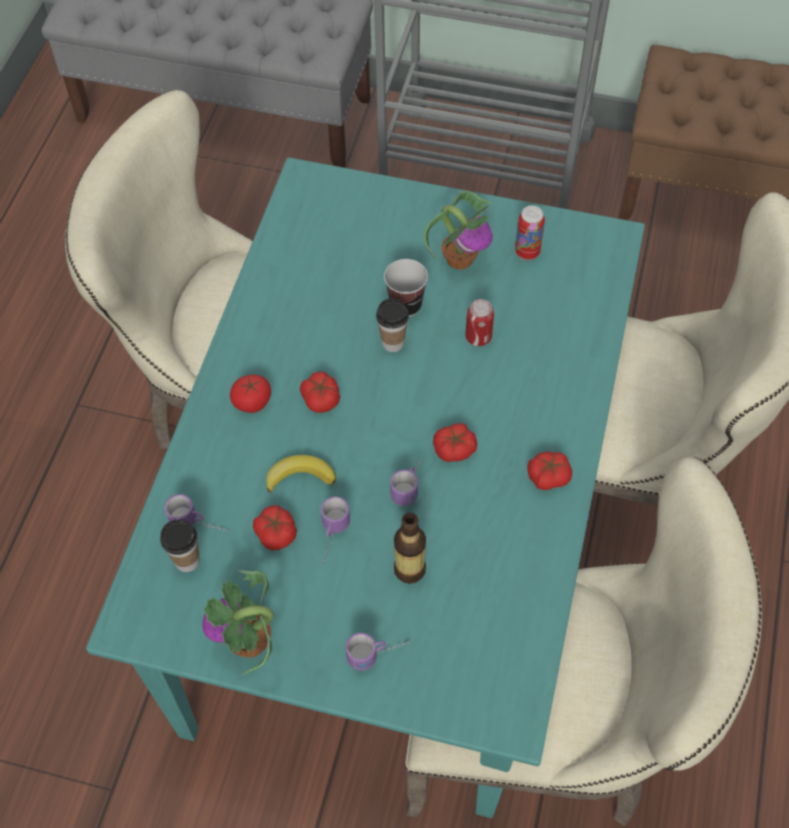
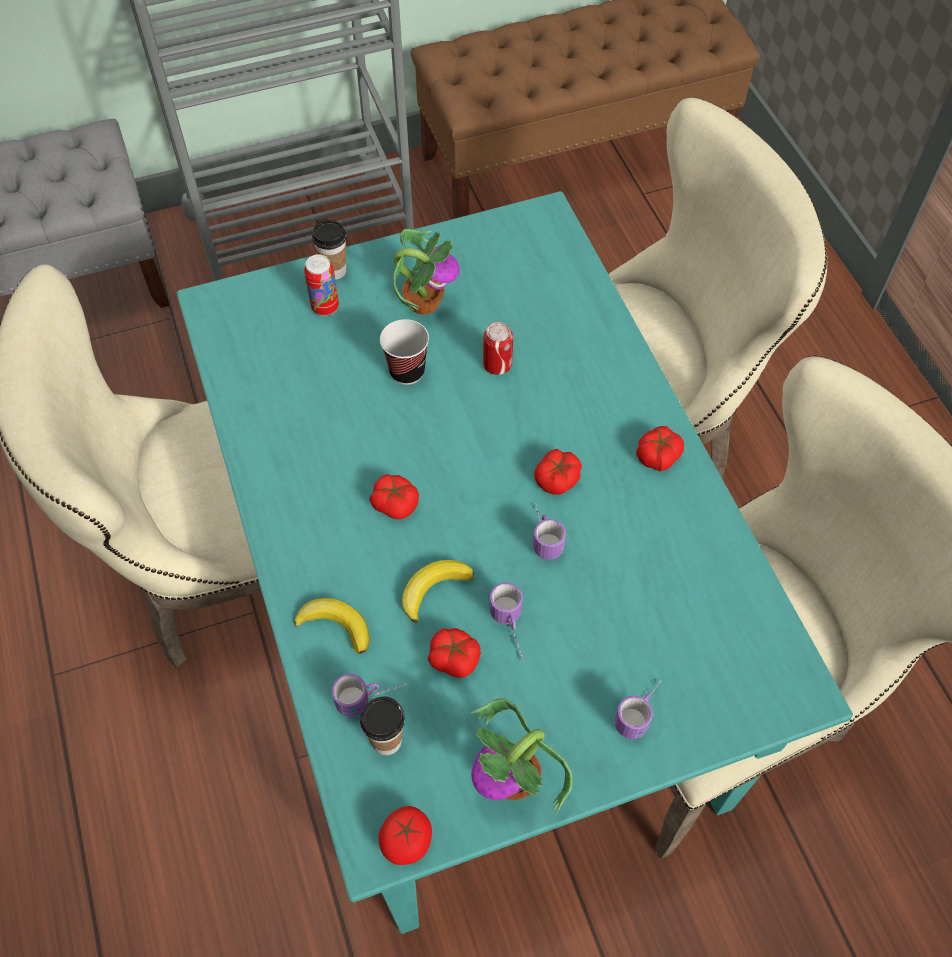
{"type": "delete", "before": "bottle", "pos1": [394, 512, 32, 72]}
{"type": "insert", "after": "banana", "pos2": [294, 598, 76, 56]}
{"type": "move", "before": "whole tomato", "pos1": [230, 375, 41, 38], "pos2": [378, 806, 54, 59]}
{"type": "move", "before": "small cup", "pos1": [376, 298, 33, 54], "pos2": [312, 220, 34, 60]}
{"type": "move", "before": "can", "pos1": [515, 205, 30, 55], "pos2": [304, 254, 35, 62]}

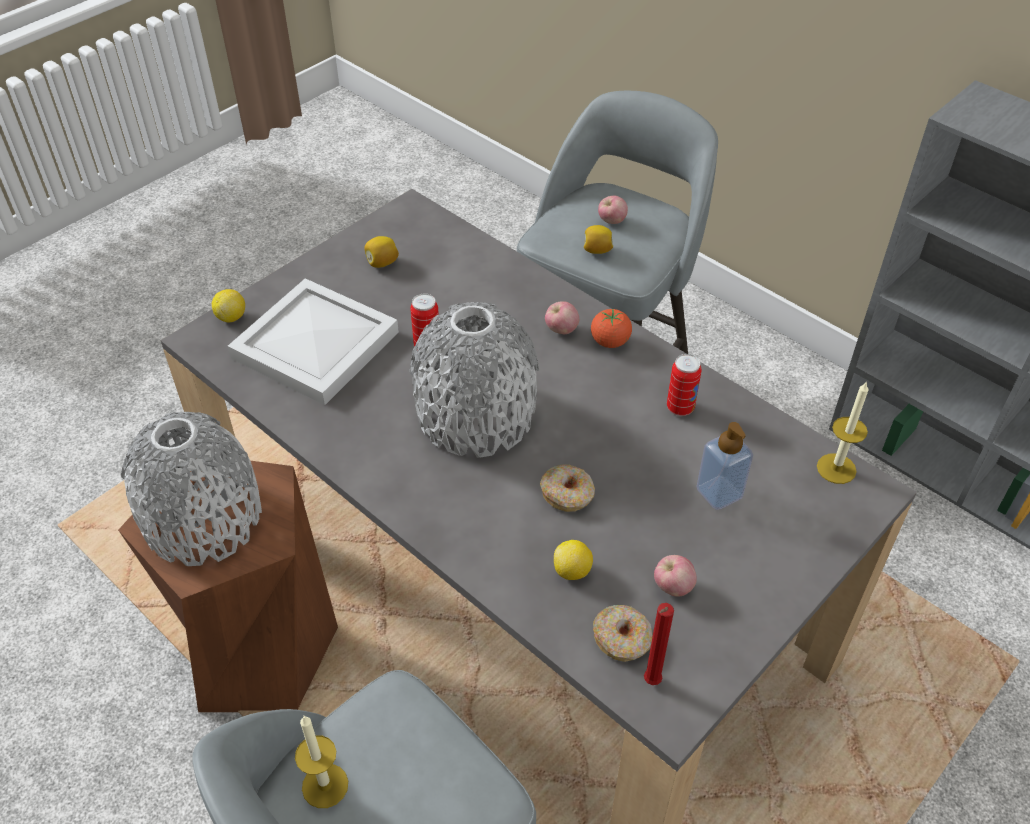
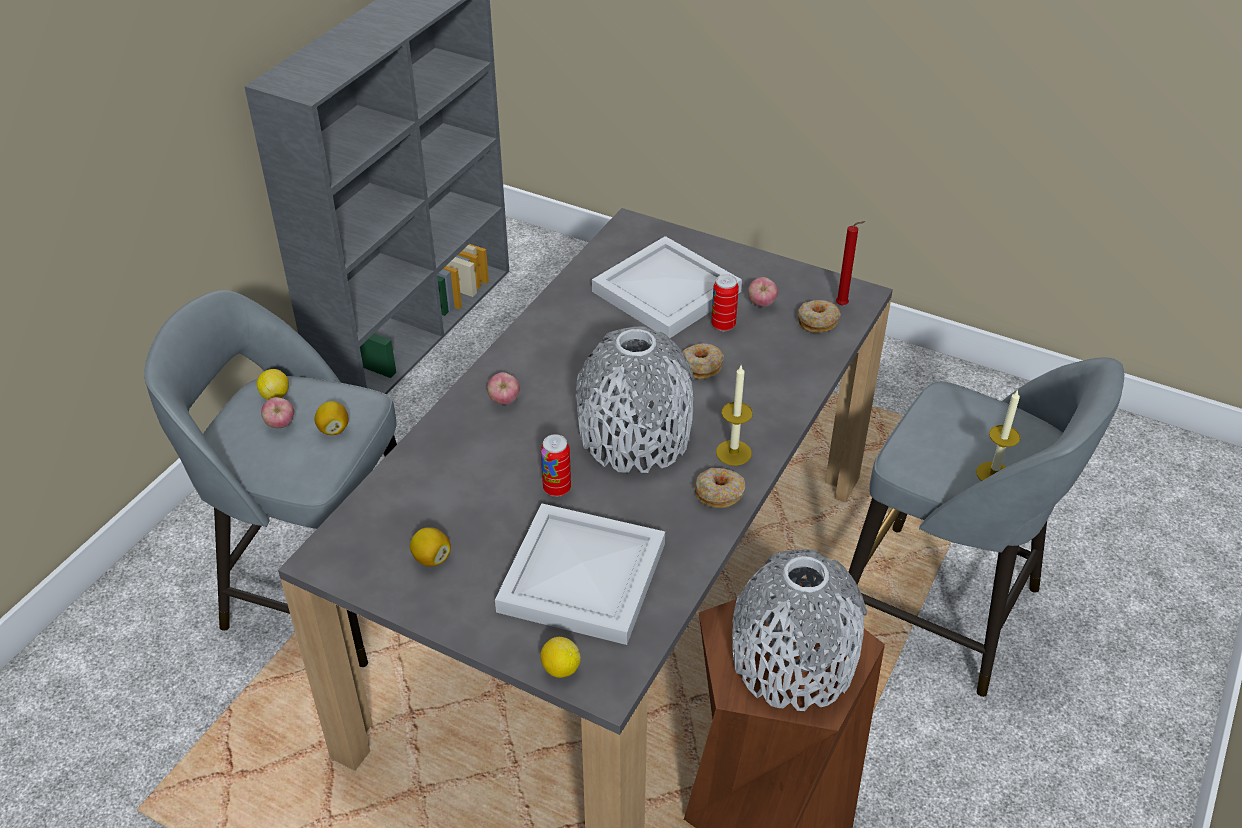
{"type": "delete", "before": "whole tomato", "pos1": [591, 309, 41, 39]}
{"type": "insert", "after": "doughnut", "pos2": [694, 468, 51, 40]}
{"type": "move", "before": "whole lemon", "pos1": [554, 540, 39, 40], "pos2": [257, 369, 32, 31]}
{"type": "move", "before": "can", "pos1": [667, 354, 35, 62], "pos2": [711, 274, 28, 57]}
{"type": "move", "before": "wax candle", "pos1": [817, 381, 52, 103], "pos2": [716, 366, 37, 100]}
{"type": "replace", "before": "soap bottle", "after": "whitish tray", "pos1": [696, 422, 57, 88], "pos2": [592, 236, 150, 102]}

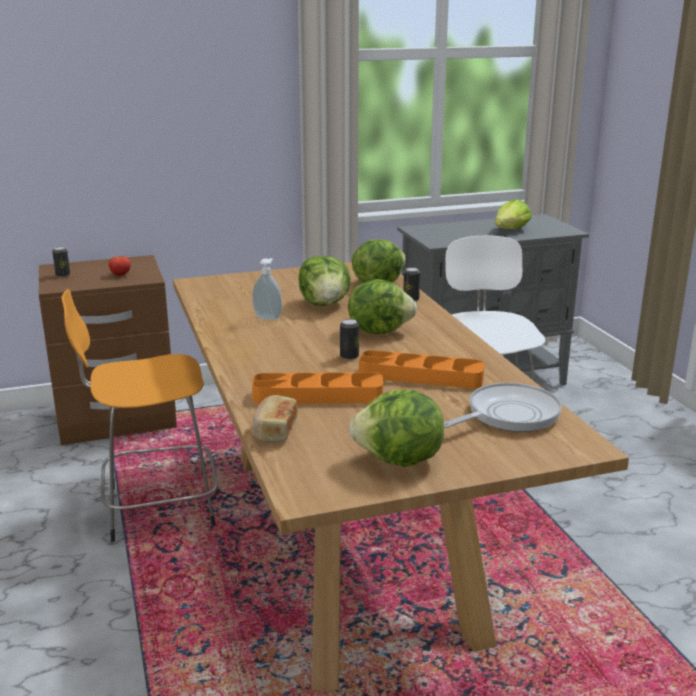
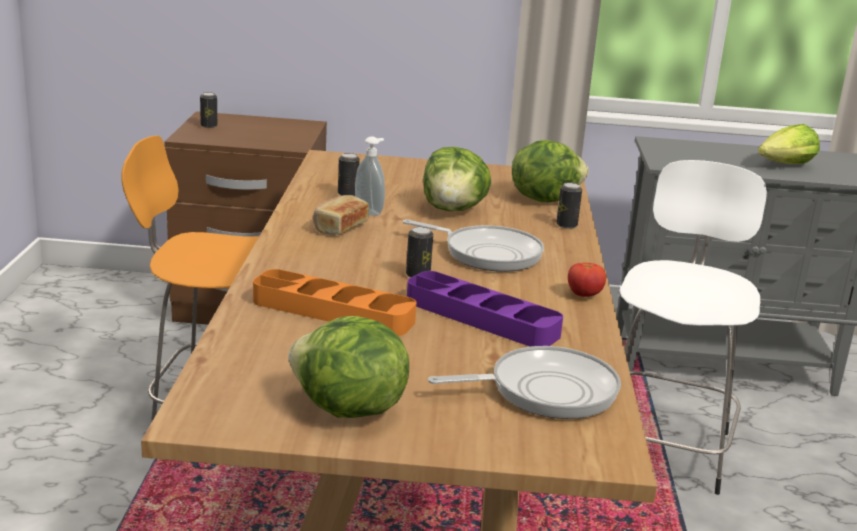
{"type": "insert", "after": "can", "pos2": [338, 153, 22, 43]}
{"type": "move", "before": "whole tomato", "pos1": [109, 256, 22, 20], "pos2": [568, 263, 38, 34]}
{"type": "move", "before": "bread", "pos1": [252, 395, 46, 48], "pos2": [313, 195, 56, 40]}
{"type": "replace", "before": "lettuce", "after": "pan", "pos1": [348, 279, 69, 55], "pos2": [403, 219, 141, 53]}
{"type": "recolor", "before": "orangey tray", "after": "purple-coloured tray", "pos1": [359, 350, 126, 39], "pos2": [407, 271, 156, 76]}

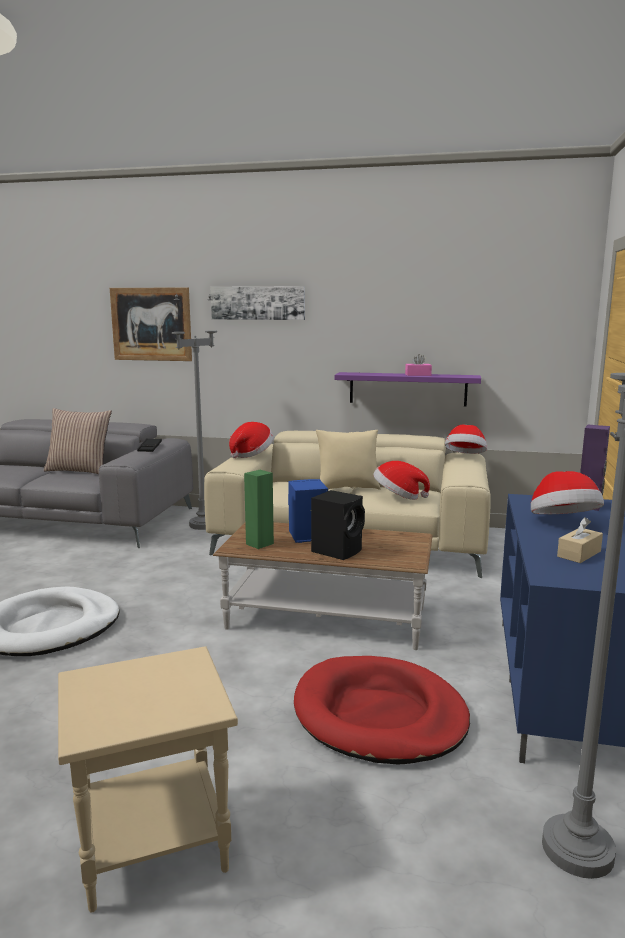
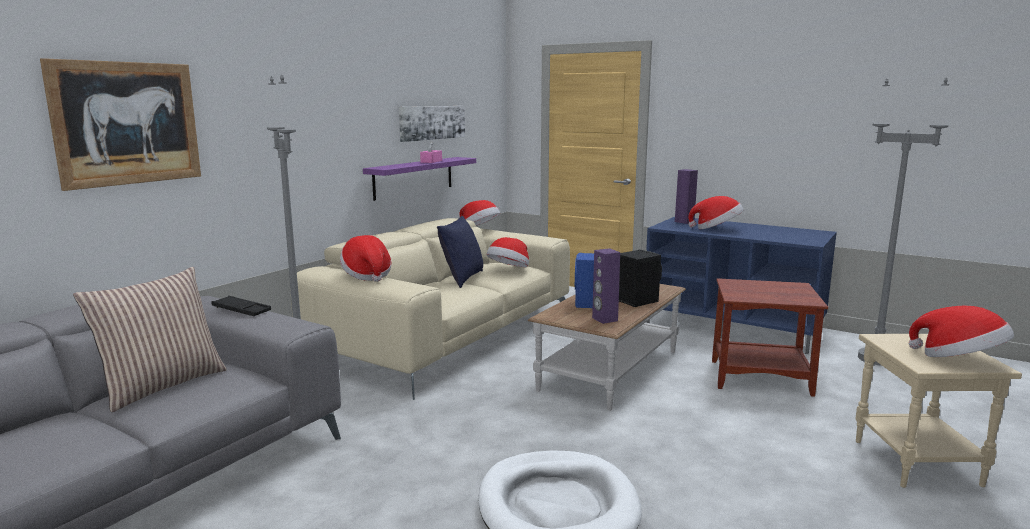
{"type": "delete", "before": "beige-coloured tissue box", "pos1": [557, 517, 46, 46]}
{"type": "insert", "after": "wearable hat", "pos2": [909, 306, 105, 51]}
{"type": "move", "before": "wall art", "pos1": [211, 286, 94, 34], "pos2": [399, 106, 66, 36]}
{"type": "replace", "before": "red-coloured dog bed", "after": "brown-coloured accent table", "pos1": [294, 656, 176, 108], "pos2": [712, 278, 116, 119]}
{"type": "recolor", "before": "green-coloured audio speaker", "after": "purple-coloured audio speaker", "pos1": [244, 470, 30, 79], "pos2": [592, 248, 28, 76]}
{"type": "recolor", "before": "beige-coloured throw pillow", "after": "blue throw pillow", "pos1": [316, 430, 65, 60], "pos2": [437, 216, 46, 72]}

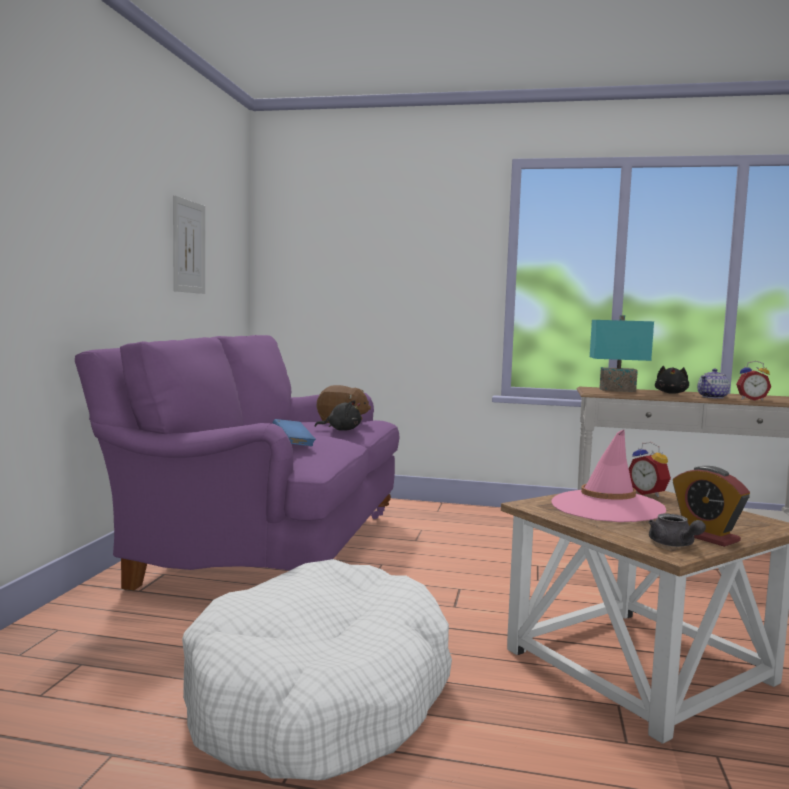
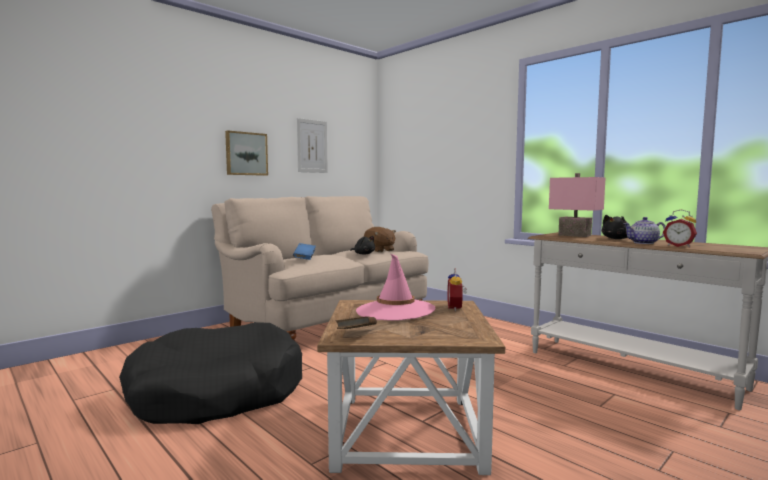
{"type": "delete", "before": "bedside clock", "pos1": [673, 466, 77, 81]}
{"type": "insert", "after": "wall art", "pos2": [225, 131, 43, 45]}
{"type": "replace", "before": "grey teapot", "after": "brown-coloured bound book", "pos1": [649, 513, 57, 34], "pos2": [336, 316, 41, 13]}
{"type": "recolor", "before": "purple-coloured settee", "after": "beige-coloured settee", "pos1": [75, 335, 325, 255], "pos2": [211, 196, 218, 145]}
{"type": "recolor", "before": "whitish dog bed", "after": "black dog bed", "pos1": [182, 559, 270, 221], "pos2": [119, 322, 183, 102]}
{"type": "recolor", "before": "turquoise-coloured table lamp", "after": "pink table lamp", "pos1": [590, 315, 64, 77], "pos2": [549, 173, 57, 64]}

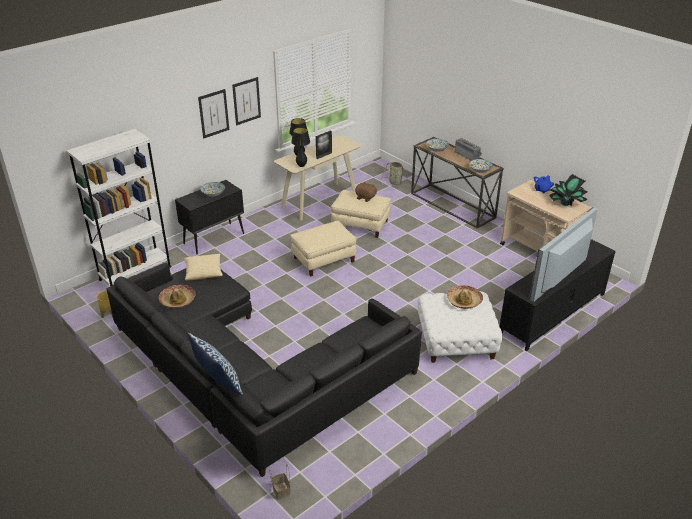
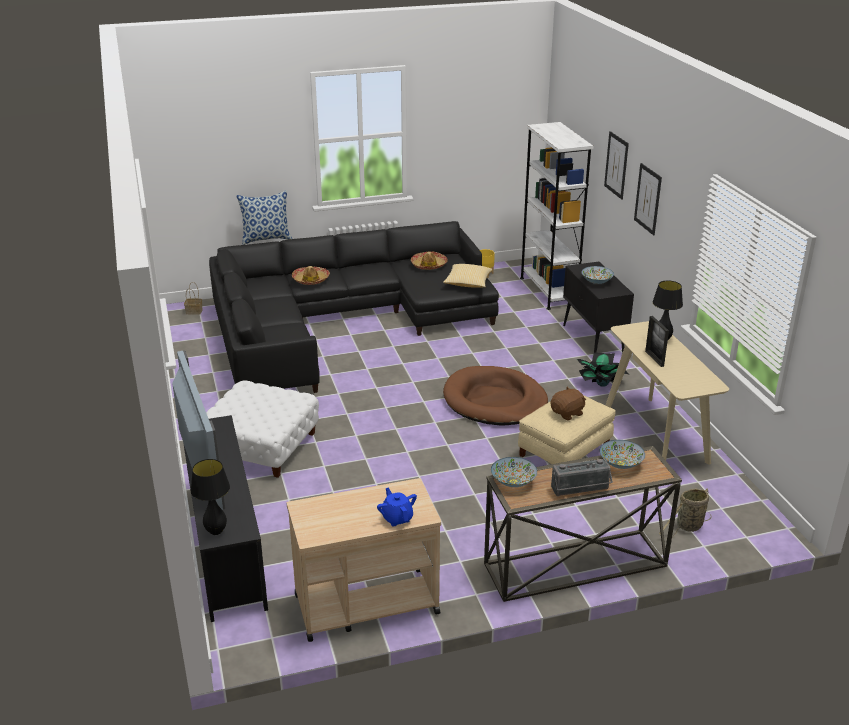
{"type": "move", "before": "wall art", "pos1": [232, 77, 29, 48], "pos2": [604, 131, 25, 69]}
{"type": "move", "before": "black table lamp", "pos1": [291, 127, 19, 40], "pos2": [191, 459, 39, 76]}
{"type": "move", "before": "wearable hat", "pos1": [447, 285, 36, 24], "pos2": [292, 266, 38, 19]}
{"type": "move", "before": "plant in a pot", "pos1": [549, 174, 39, 32], "pos2": [577, 352, 52, 35]}
{"type": "replace", "before": "beige-coloured pouffe", "after": "brown-coloured dog bed", "pos1": [290, 221, 66, 55], "pos2": [443, 366, 105, 60]}

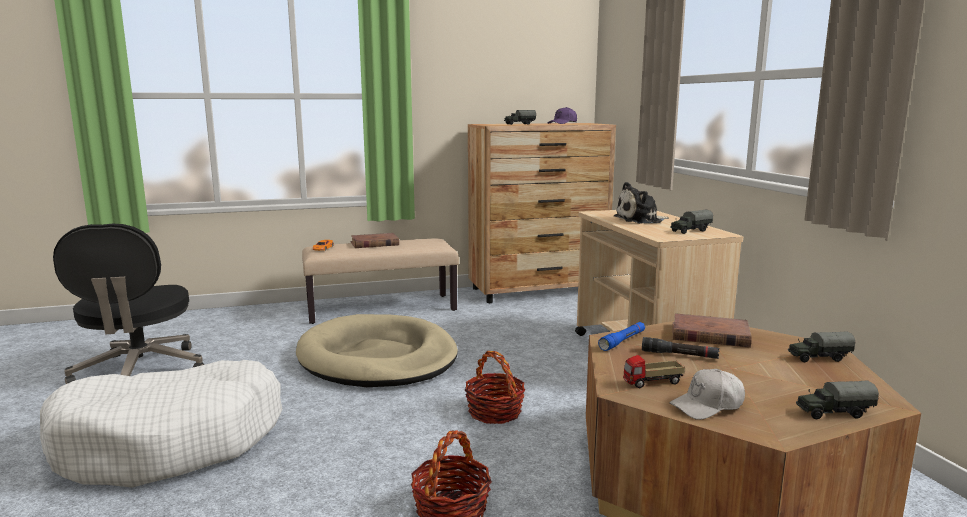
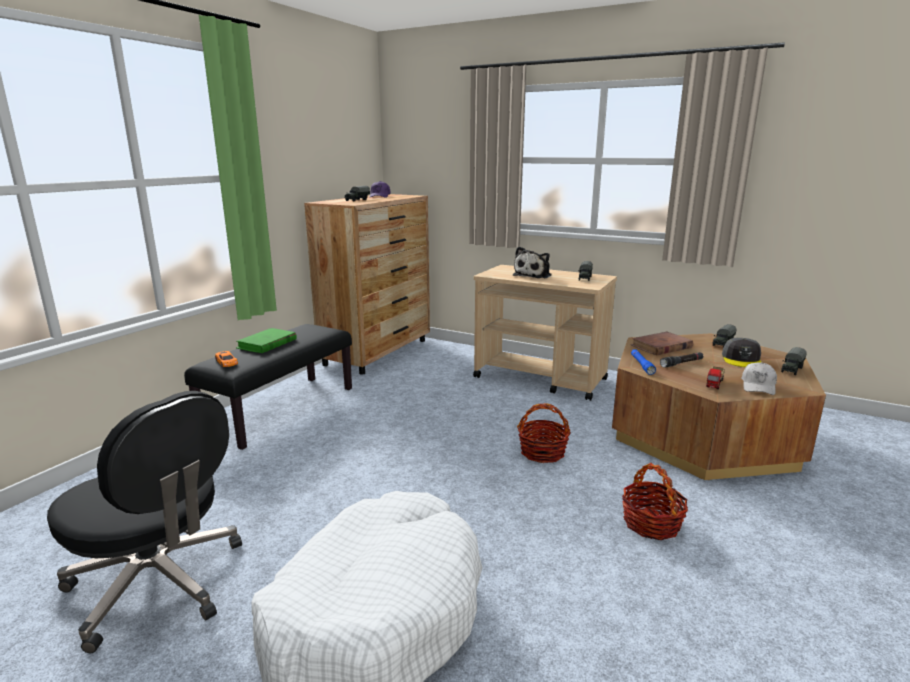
{"type": "delete", "before": "beige-coloured dog bed", "pos1": [296, 314, 162, 73]}
{"type": "insert", "after": "grey baseball cap", "pos2": [722, 338, 39, 29]}
{"type": "recolor", "before": "beige-coloured bench", "after": "black bench", "pos1": [302, 238, 157, 86], "pos2": [184, 324, 168, 126]}
{"type": "recolor", "before": "brown-coloured bound book", "after": "green-coloured bound book", "pos1": [350, 233, 49, 15], "pos2": [236, 328, 61, 25]}

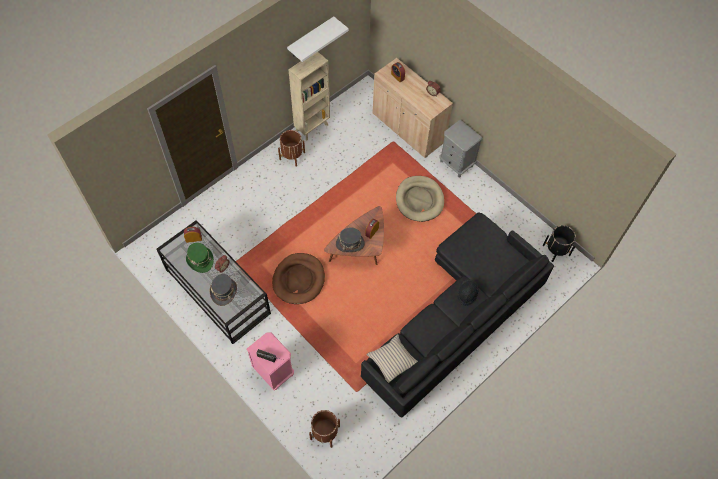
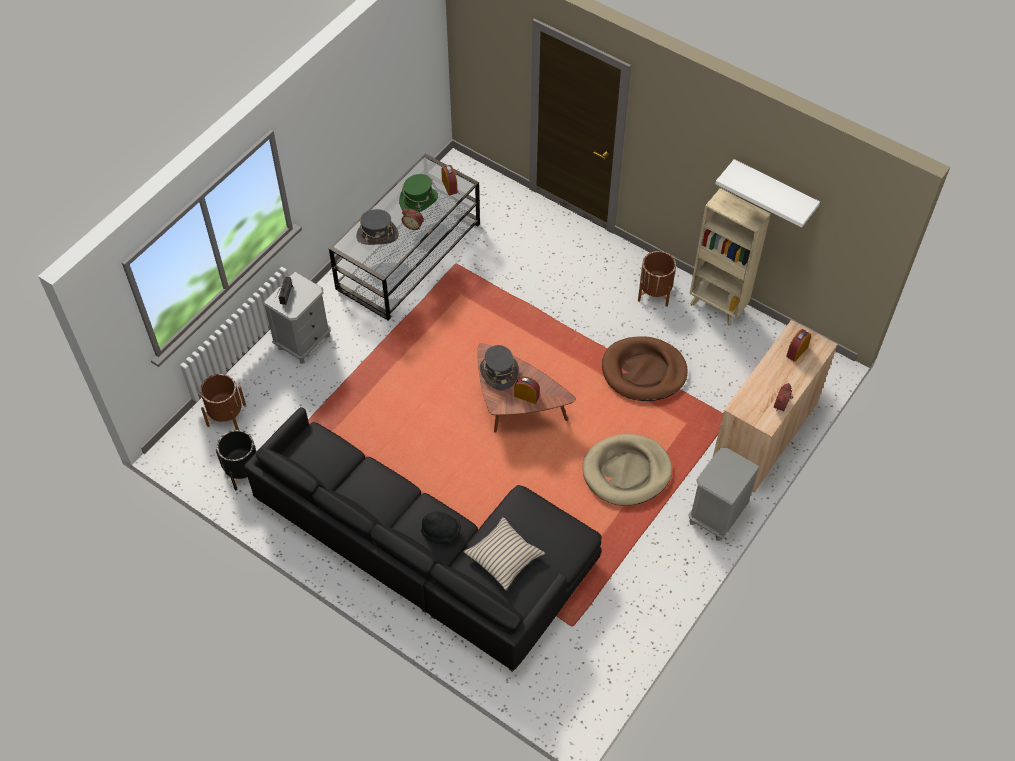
{"type": "move", "before": "brown-coloured dog bed", "pos1": [272, 253, 53, 51], "pos2": [602, 336, 86, 65]}
{"type": "move", "before": "beige-coloured throw pillow", "pos1": [366, 334, 52, 49], "pos2": [463, 517, 82, 73]}
{"type": "move", "before": "black plant pot", "pos1": [543, 225, 33, 37], "pos2": [216, 430, 40, 61]}
{"type": "recolor", "before": "pink nightstand", "after": "grey nightstand", "pos1": [247, 332, 47, 59], "pos2": [263, 272, 68, 92]}

